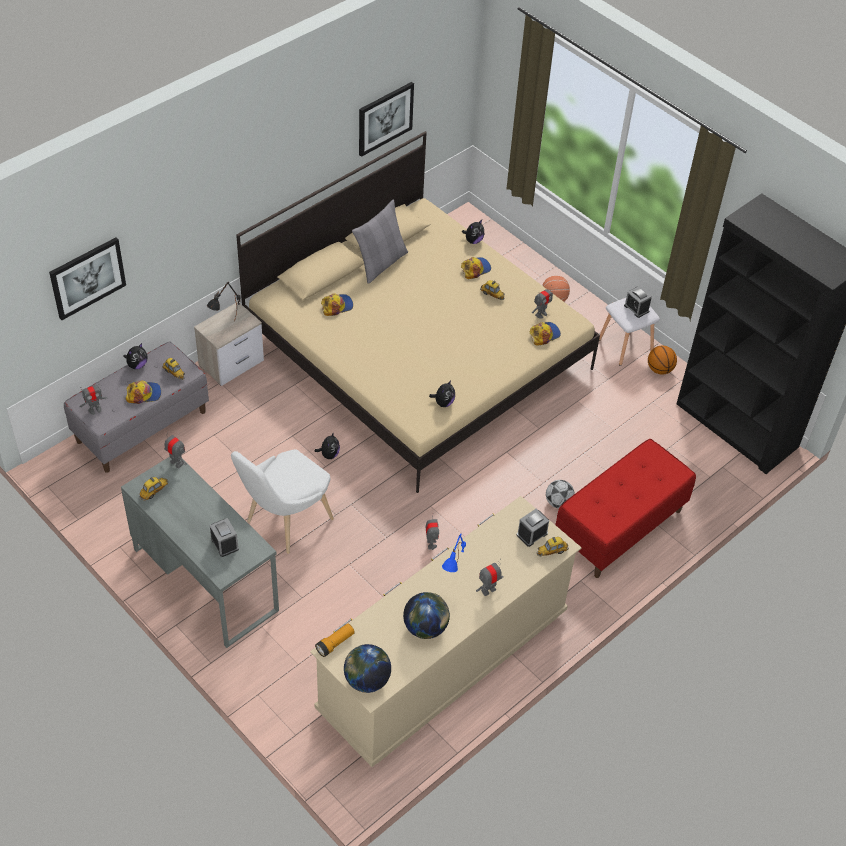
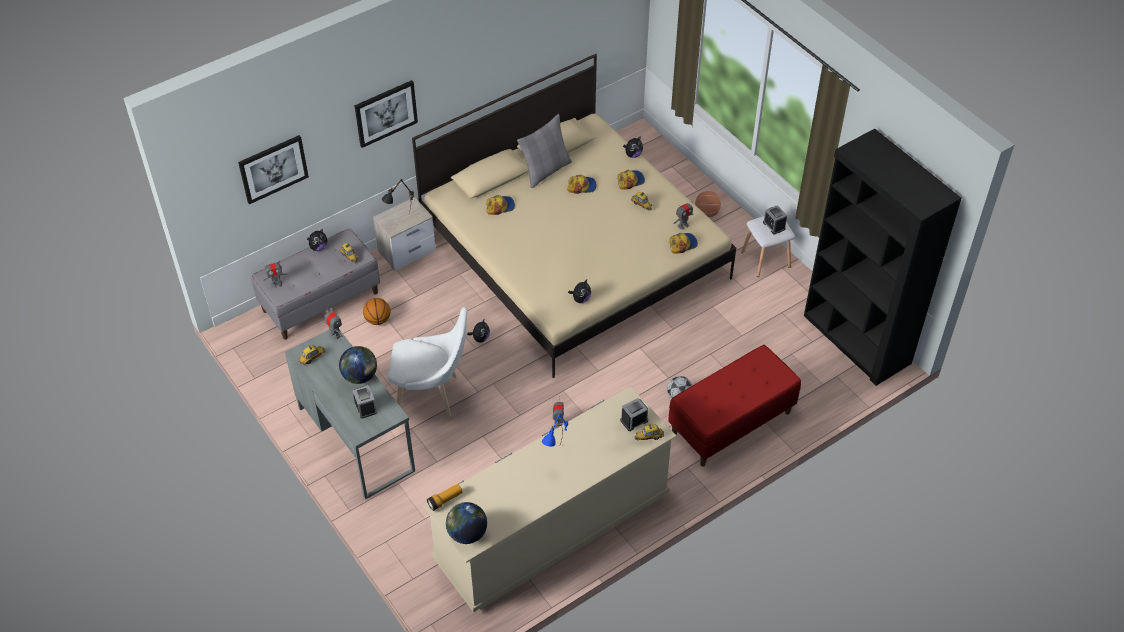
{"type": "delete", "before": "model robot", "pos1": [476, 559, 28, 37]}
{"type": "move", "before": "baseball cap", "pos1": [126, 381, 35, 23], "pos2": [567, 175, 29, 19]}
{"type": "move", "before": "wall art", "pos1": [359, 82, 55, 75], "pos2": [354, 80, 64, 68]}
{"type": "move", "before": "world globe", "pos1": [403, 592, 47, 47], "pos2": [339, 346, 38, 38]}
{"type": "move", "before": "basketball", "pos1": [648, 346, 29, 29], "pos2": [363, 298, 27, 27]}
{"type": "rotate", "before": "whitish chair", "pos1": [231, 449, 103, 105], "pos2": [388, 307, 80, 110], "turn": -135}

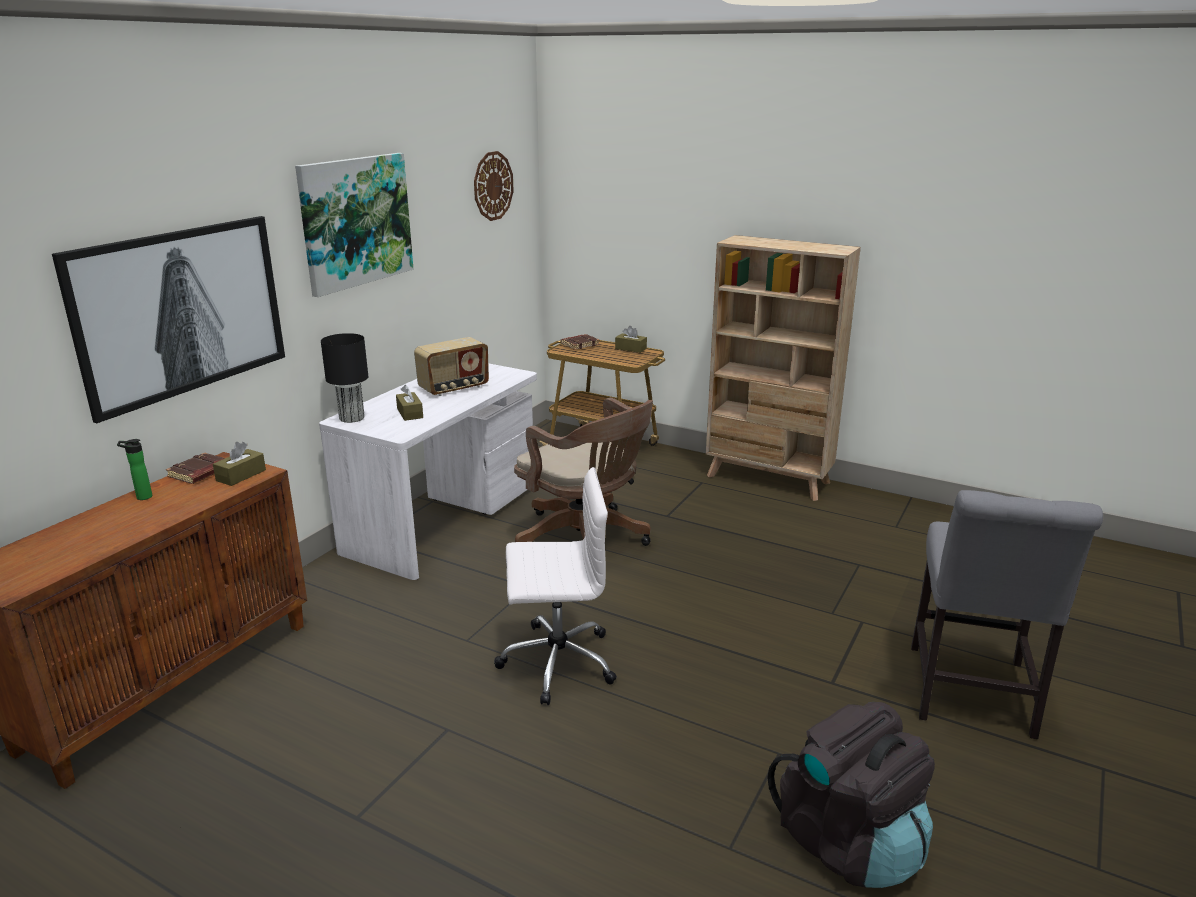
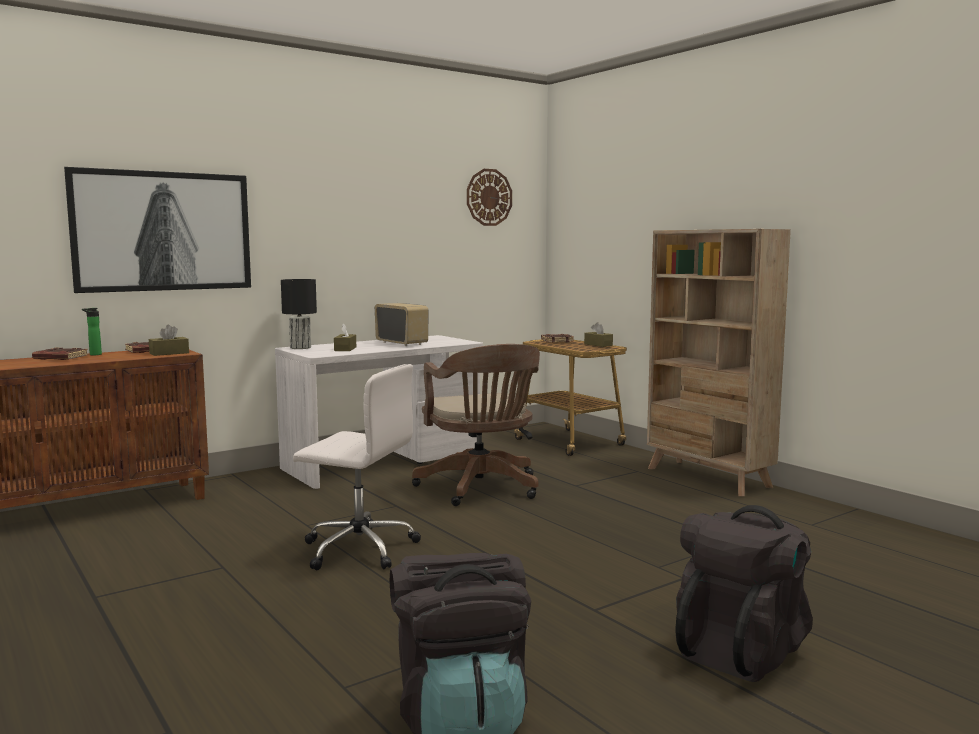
{"type": "delete", "before": "wall art", "pos1": [295, 153, 118, 144]}
{"type": "insert", "after": "brown-coloured bound book", "pos2": [32, 347, 56, 13]}
{"type": "replace", "before": "grey chair", "after": "black knapsack", "pos1": [911, 490, 192, 249], "pos2": [675, 505, 138, 177]}
{"type": "rotate", "before": "radio set", "pos1": [414, 337, 75, 59], "pos2": [375, 303, 53, 43], "turn": -120}

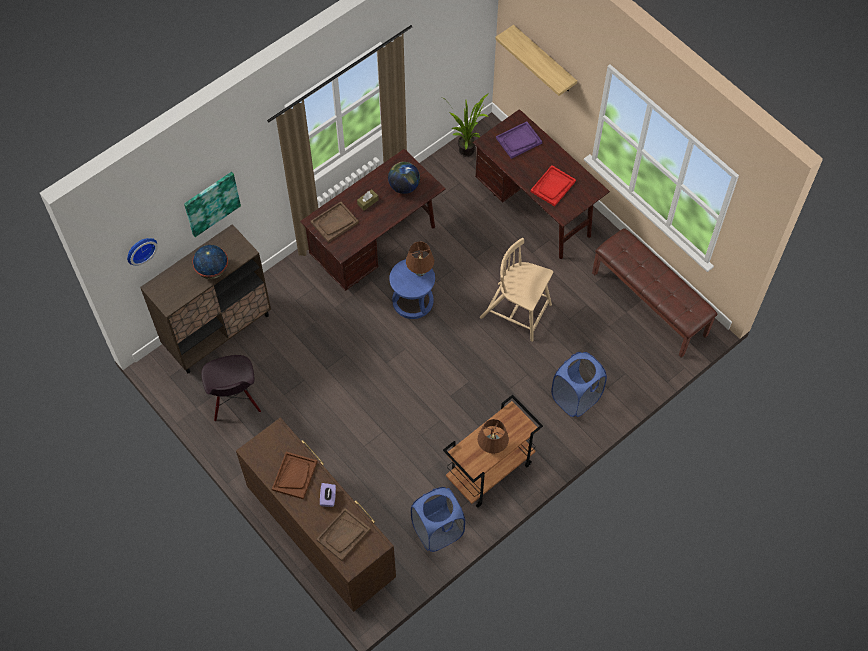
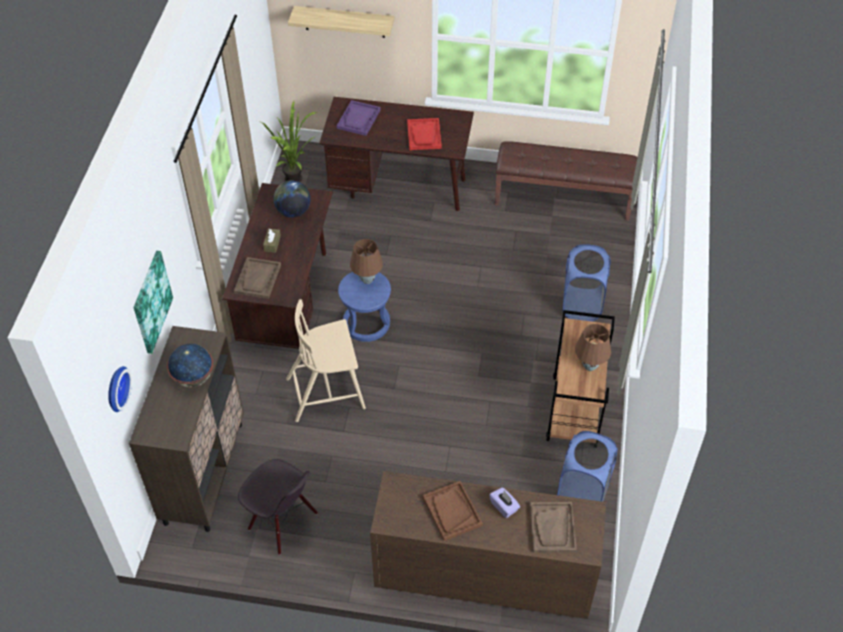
{"type": "move", "before": "beige-coloured chair", "pos1": [480, 238, 73, 104], "pos2": [286, 299, 80, 123]}

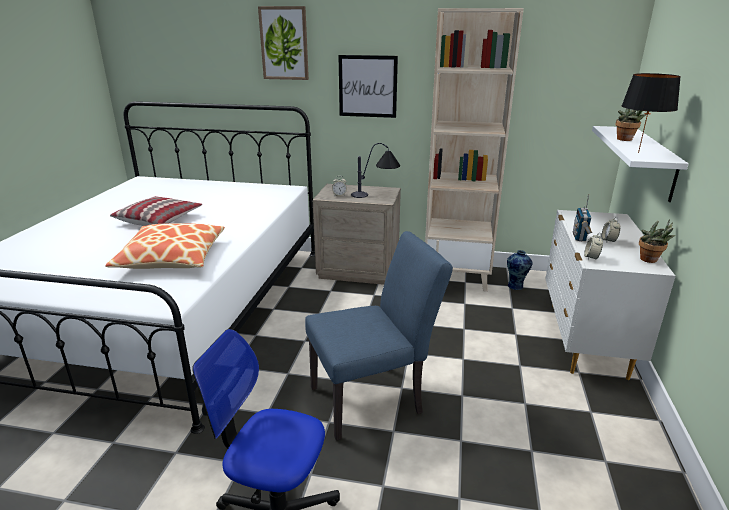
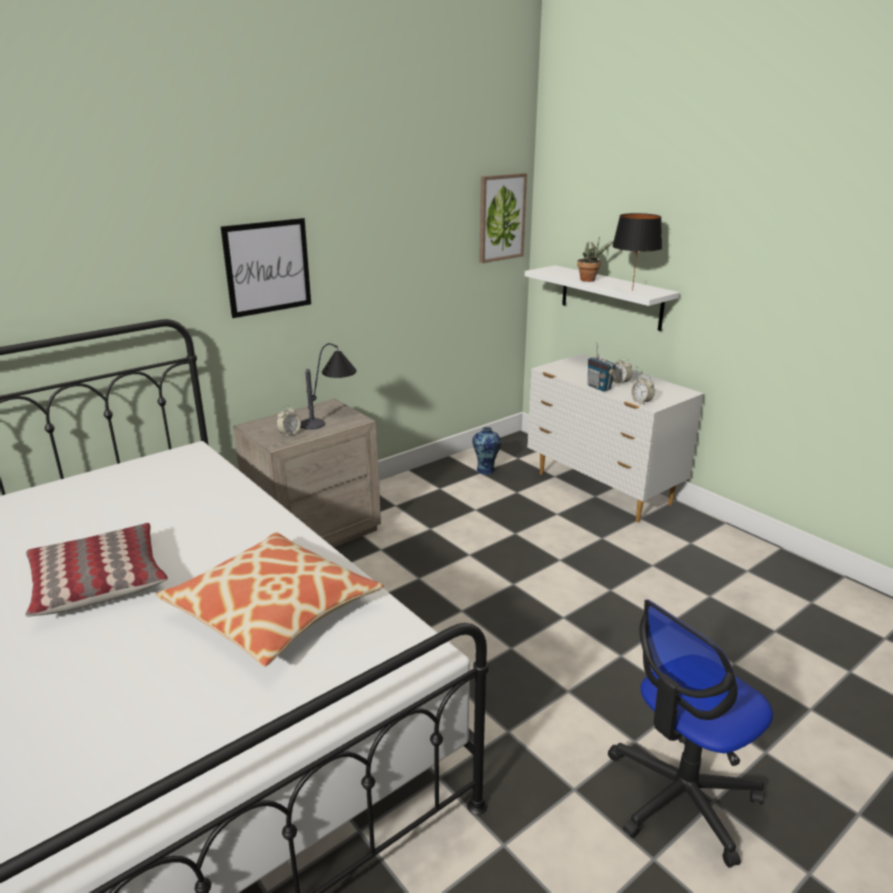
{"type": "delete", "before": "blue chair", "pos1": [305, 231, 148, 210]}
{"type": "delete", "before": "beige-coloured shelving unit", "pos1": [425, 8, 99, 284]}
{"type": "delete", "before": "plant in a pot", "pos1": [639, 219, 37, 44]}
{"type": "move", "before": "wall art", "pos1": [258, 6, 51, 74], "pos2": [479, 173, 48, 90]}

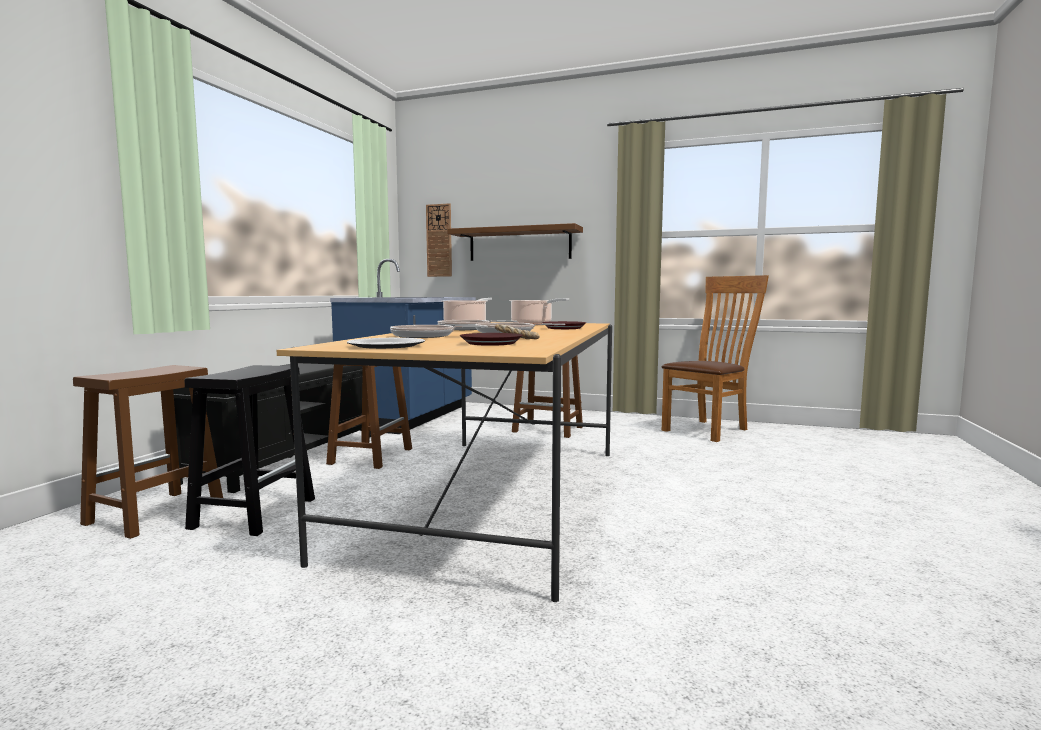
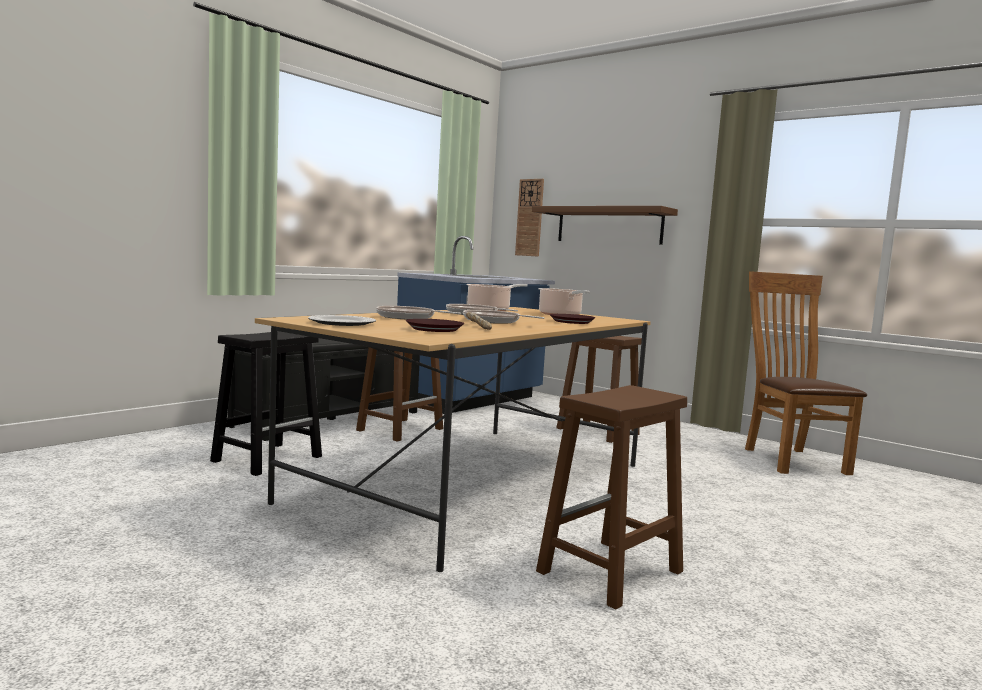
{"type": "move", "before": "brown-coloured sitting stool", "pos1": [73, 365, 150, 174], "pos2": [536, 385, 151, 225]}
{"type": "rotate", "before": "brown-coloured chair", "pos1": [662, 275, 107, 167], "pos2": [745, 271, 122, 204], "turn": -75}

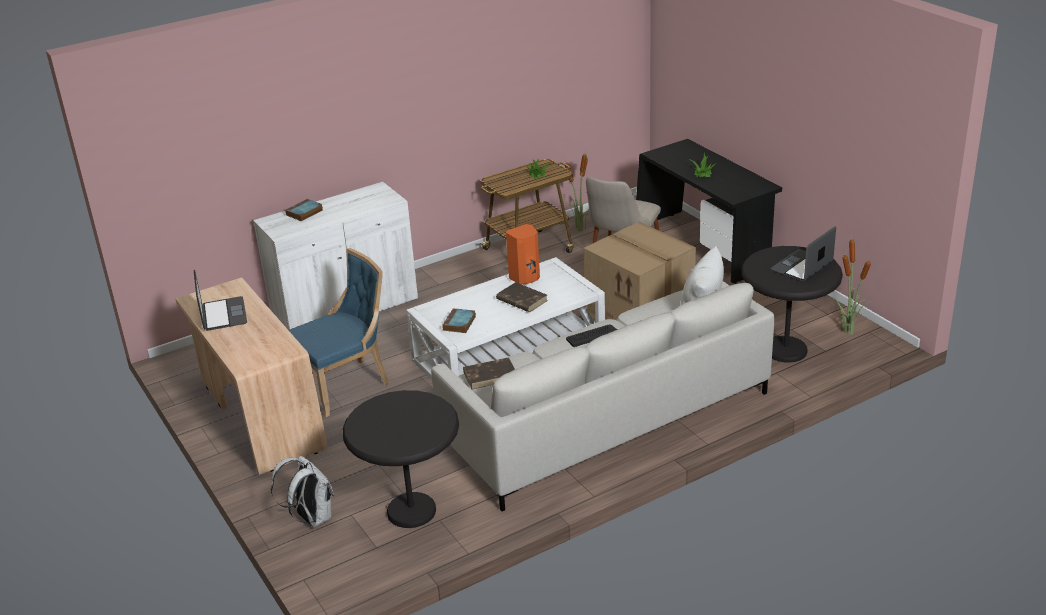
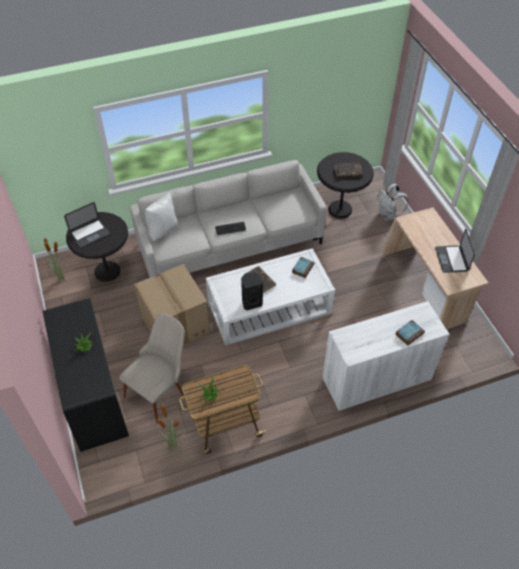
{"type": "delete", "before": "blue chair", "pos1": [289, 248, 100, 169]}
{"type": "move", "before": "brown-coloured bound book", "pos1": [463, 357, 52, 33], "pos2": [335, 162, 28, 16]}
{"type": "recolor", "before": "orangey audio speaker", "after": "black audio speaker", "pos1": [506, 224, 34, 61], "pos2": [241, 272, 22, 38]}

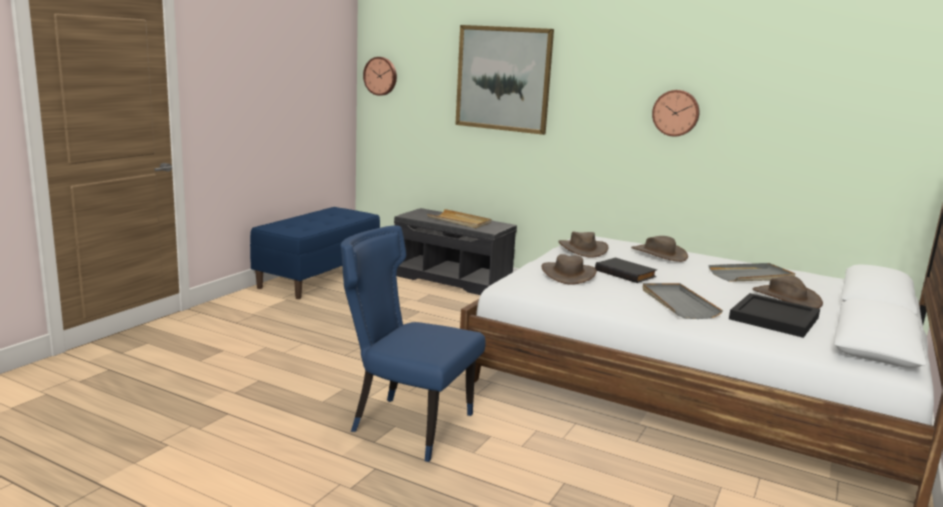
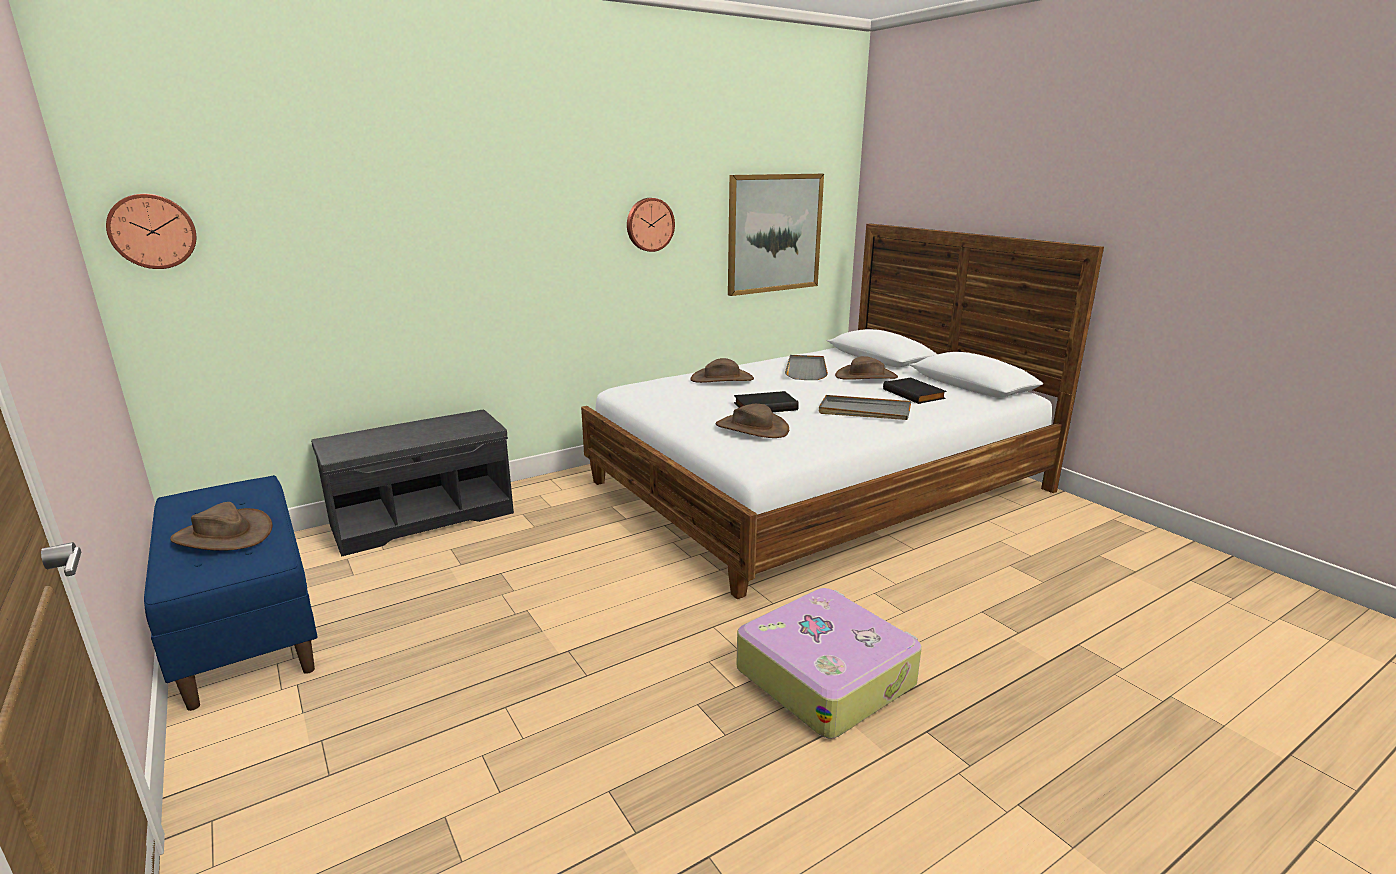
{"type": "delete", "before": "beige-coloured tray", "pos1": [427, 209, 64, 19]}
{"type": "move", "before": "wall art", "pos1": [455, 25, 99, 110], "pos2": [728, 174, 96, 122]}
{"type": "move", "before": "brown-coloured wearable hat", "pos1": [558, 232, 50, 26], "pos2": [170, 502, 103, 49]}
{"type": "replace", "before": "blue chair", "after": "piece of luggage", "pos1": [341, 225, 145, 237], "pos2": [736, 588, 186, 151]}
{"type": "replace", "before": "black tray", "after": "black bound book", "pos1": [729, 293, 91, 45], "pos2": [883, 378, 64, 26]}

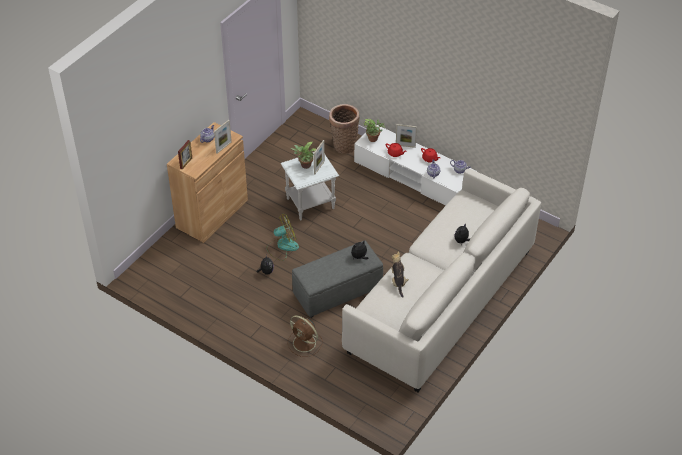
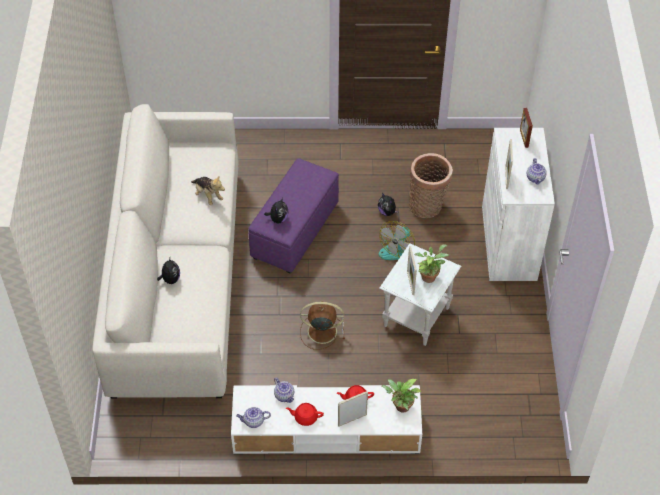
{"type": "move", "before": "brown-coloured fan", "pos1": [287, 315, 36, 42], "pos2": [300, 301, 45, 49]}
{"type": "move", "before": "basket", "pos1": [329, 104, 31, 50], "pos2": [409, 153, 44, 65]}
{"type": "recolor", "before": "brown-coloured cupboard", "after": "whitish cupboard", "pos1": [167, 122, 81, 121], "pos2": [482, 128, 73, 153]}
{"type": "recolor", "before": "grey pouffe", "after": "purple-coloured pouffe", "pos1": [292, 240, 91, 78], "pos2": [248, 158, 91, 116]}

